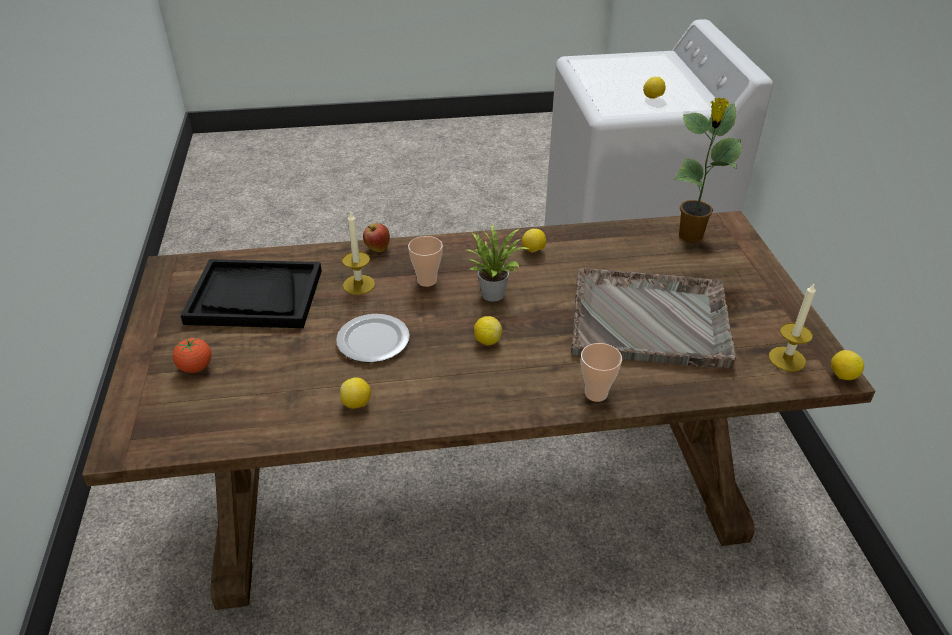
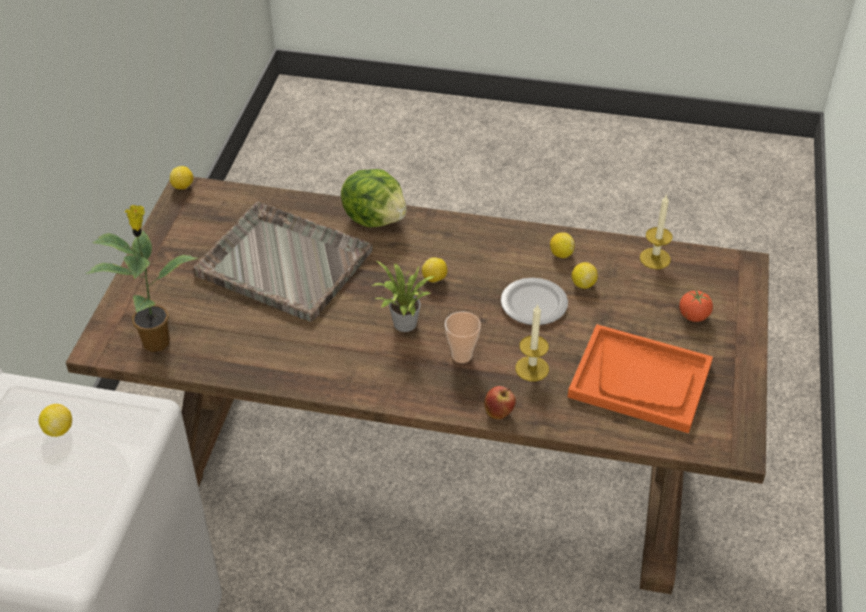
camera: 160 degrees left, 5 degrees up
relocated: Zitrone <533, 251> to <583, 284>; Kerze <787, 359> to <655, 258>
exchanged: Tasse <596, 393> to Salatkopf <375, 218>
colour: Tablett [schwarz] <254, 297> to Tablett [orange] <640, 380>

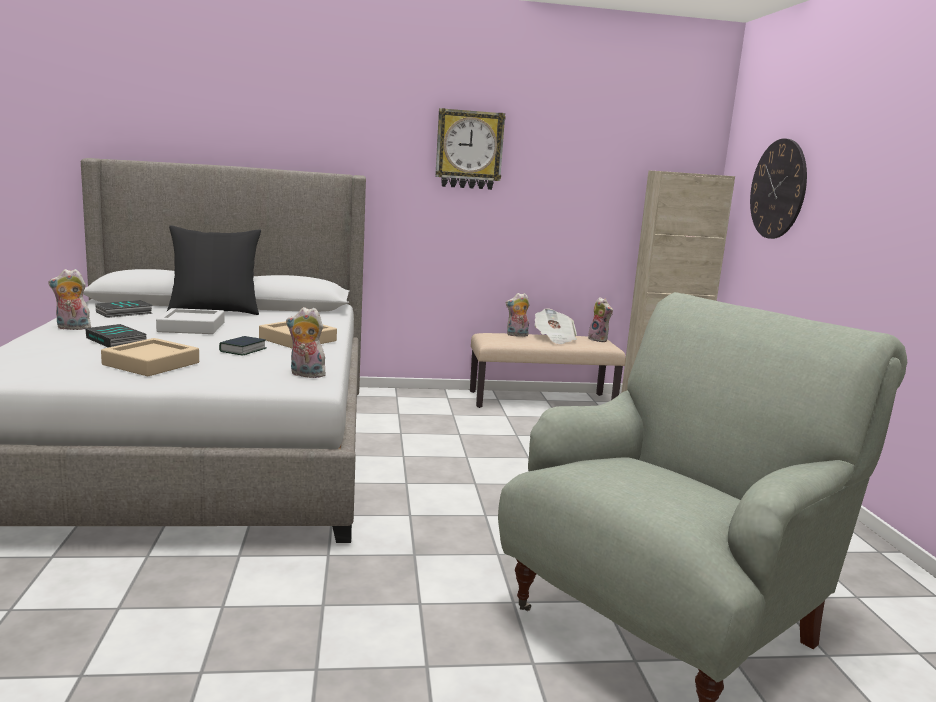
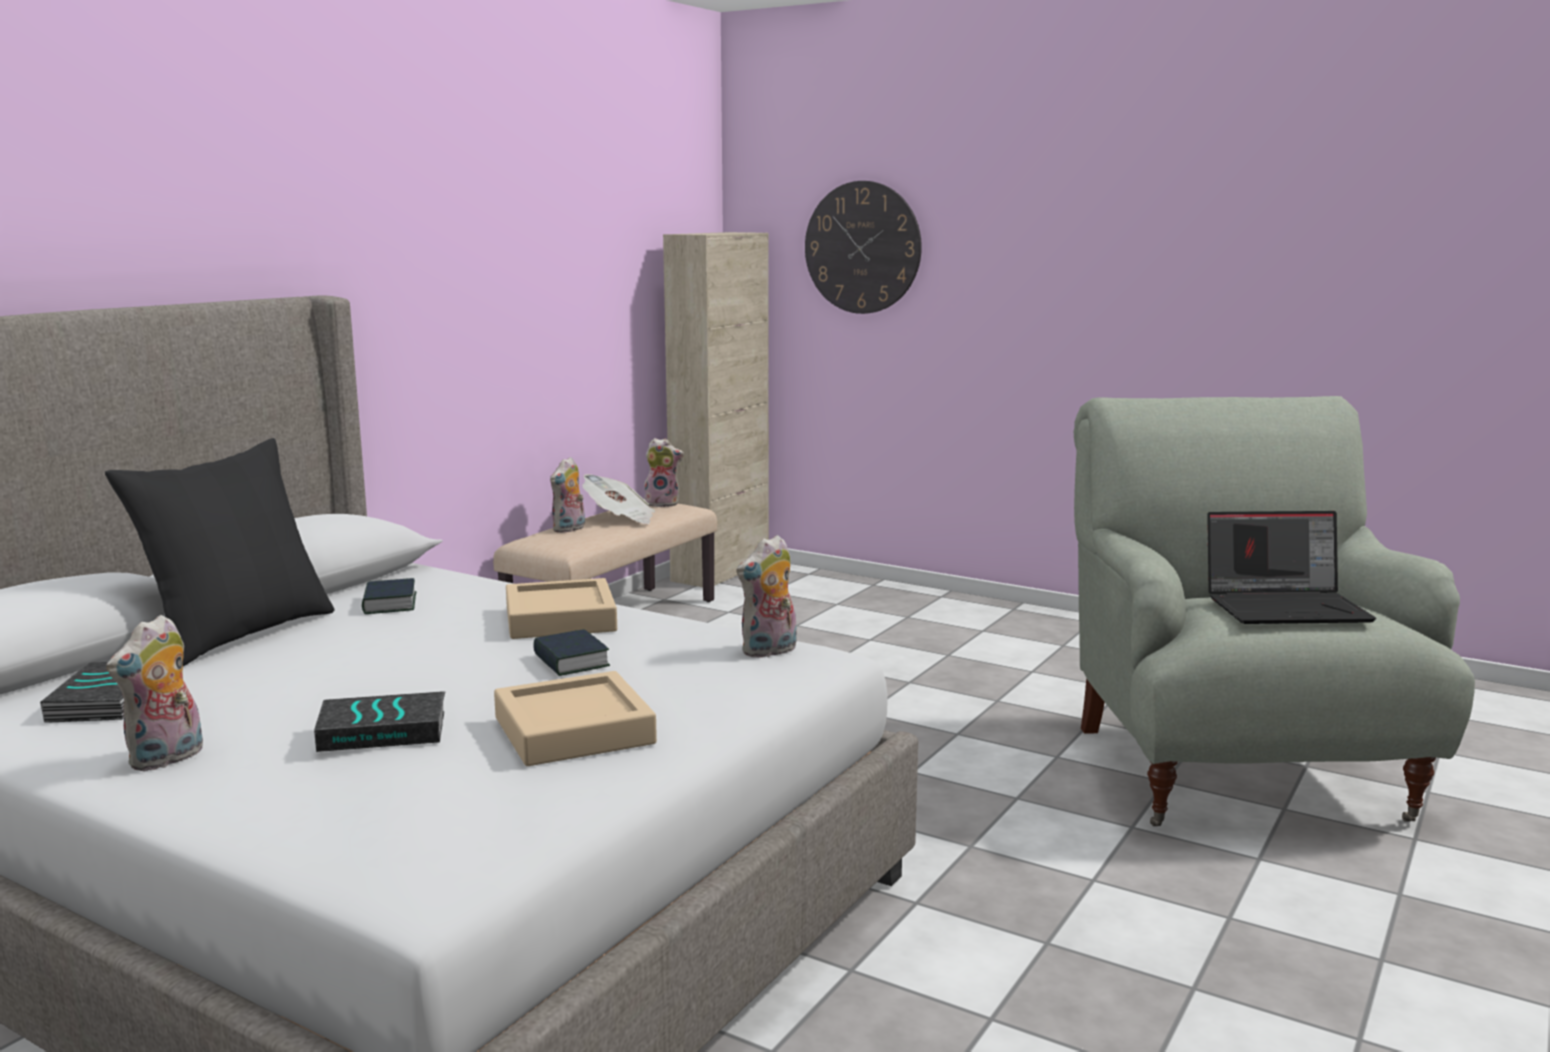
camera: 50 degrees left, 0 degrees up
missing: Wanduhr <469, 150>; Tablett [grau] <191, 327>
appeared: Laptop <1286, 607>; Buch <389, 604>

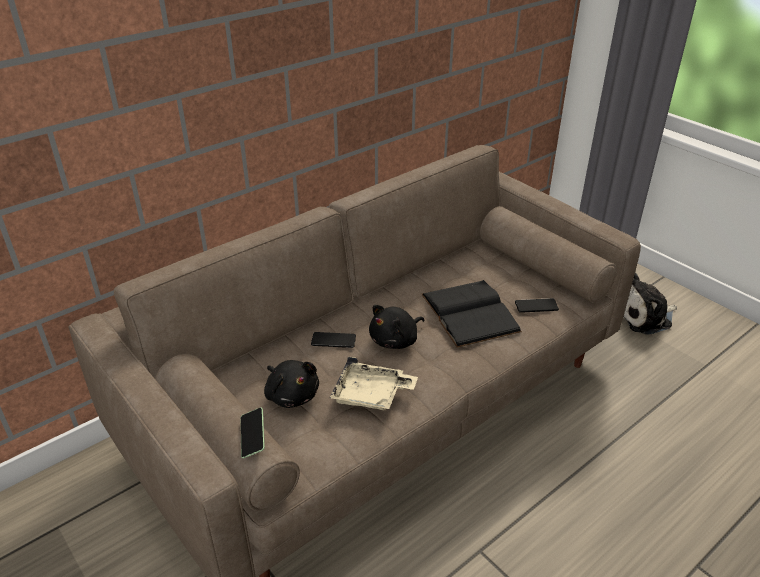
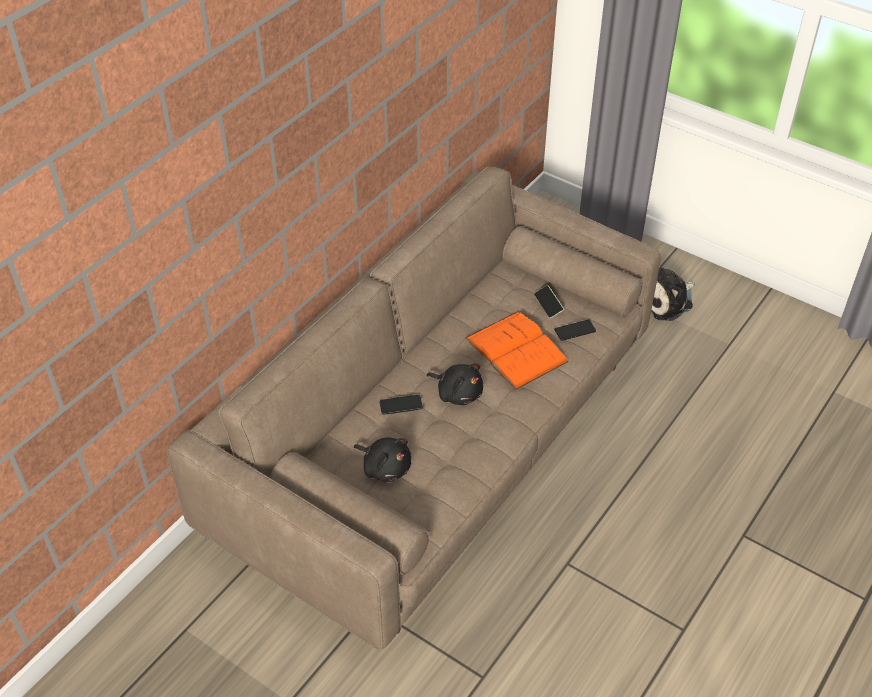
camera: 15 degrees left, 10 degrees up
missing: Tablett [beige] <371, 395>
relocated: Handy <253, 437> to <548, 305>
colour: Buch [schwarz] <469, 312> to Buch [orange] <516, 350>
spun: Plüschtier [schwarz] <396, 340> = <458, 393> 90 degrees counterclockwise

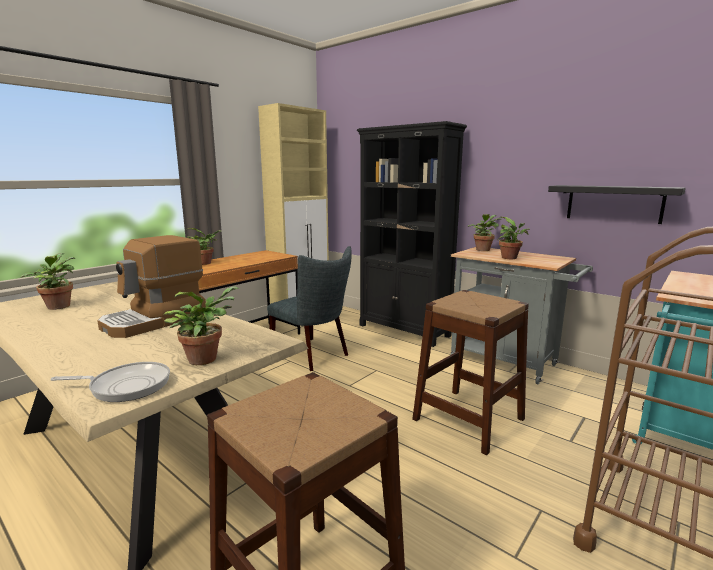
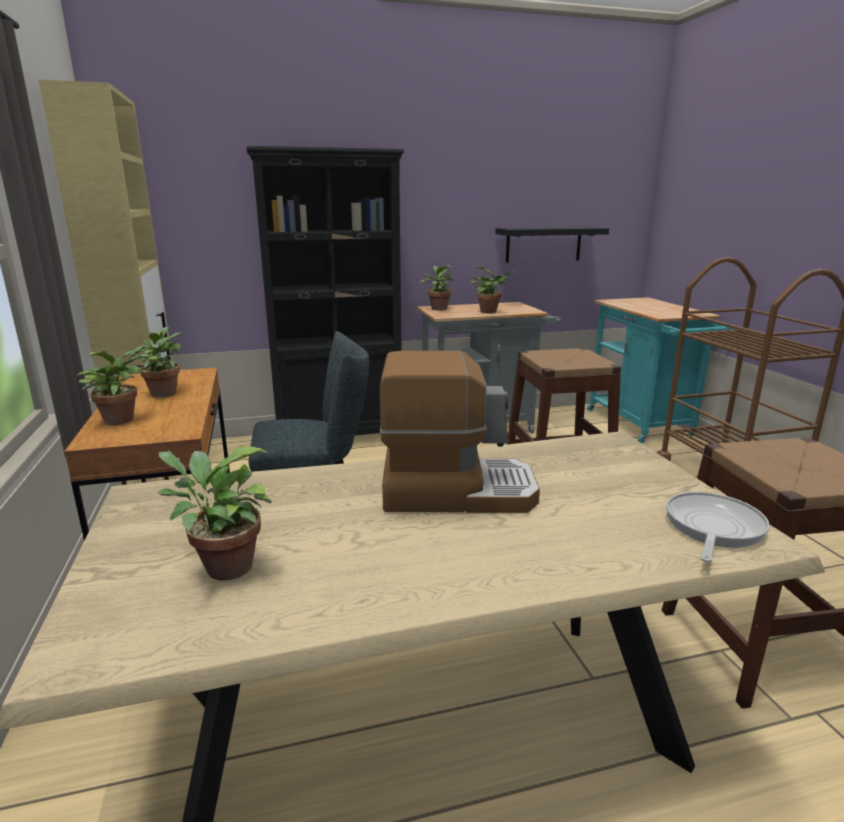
camera: 55 degrees left, 5 degrees up
relocated: Topfpflanze <205, 358> to <163, 393>
spun: Kaffeemaschine <155, 321> = <456, 490> 75 degrees counterclockwise

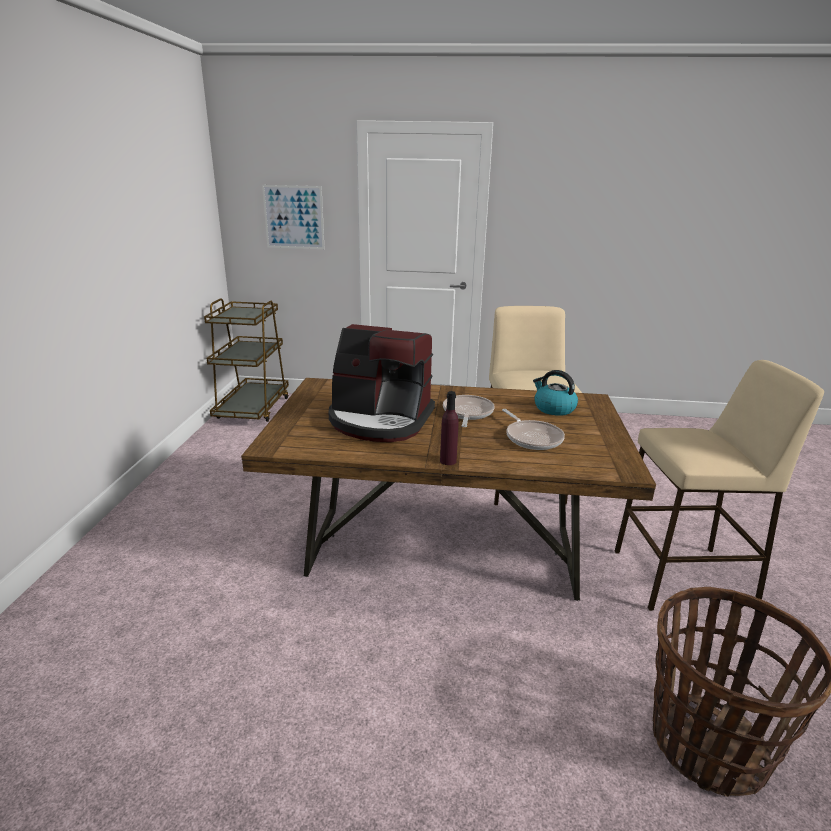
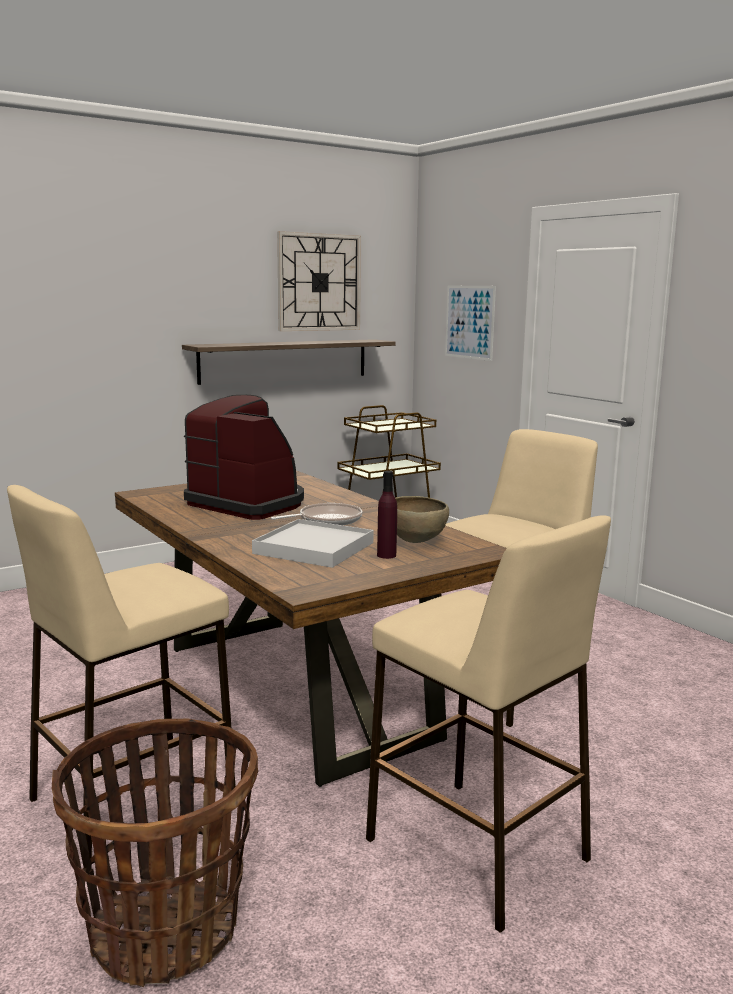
camera: 50 degrees right, 10 degrees down
appeared: Wanduhr <319, 282>; Wandregal <285, 360>; Hocker [beige] <131, 798>
relocated: Flasche [lila] <448, 461> to <386, 555>
exchanged: Wasserkessel <553, 408> to Schüssel [braun] <415, 542>; Pfanne <532, 438> to Tablett [weiß] <314, 548>
spun: Kaffeemaschine <380, 420> = <248, 503> 150 degrees clockwise

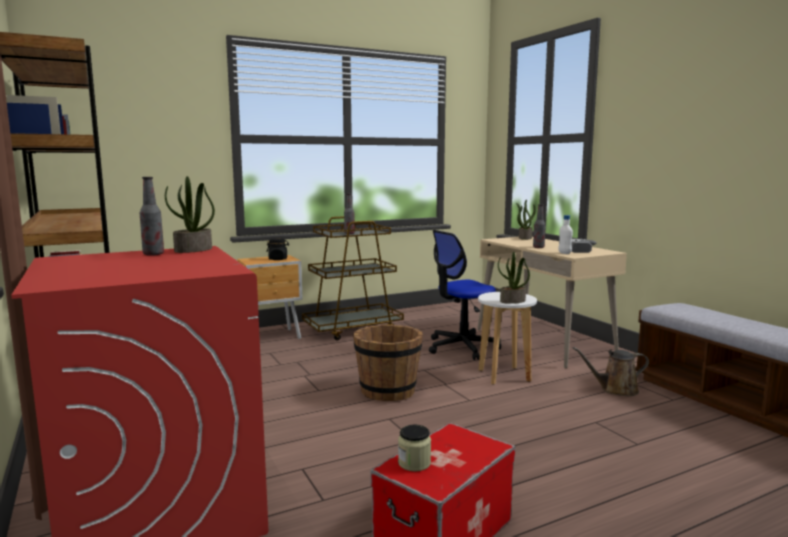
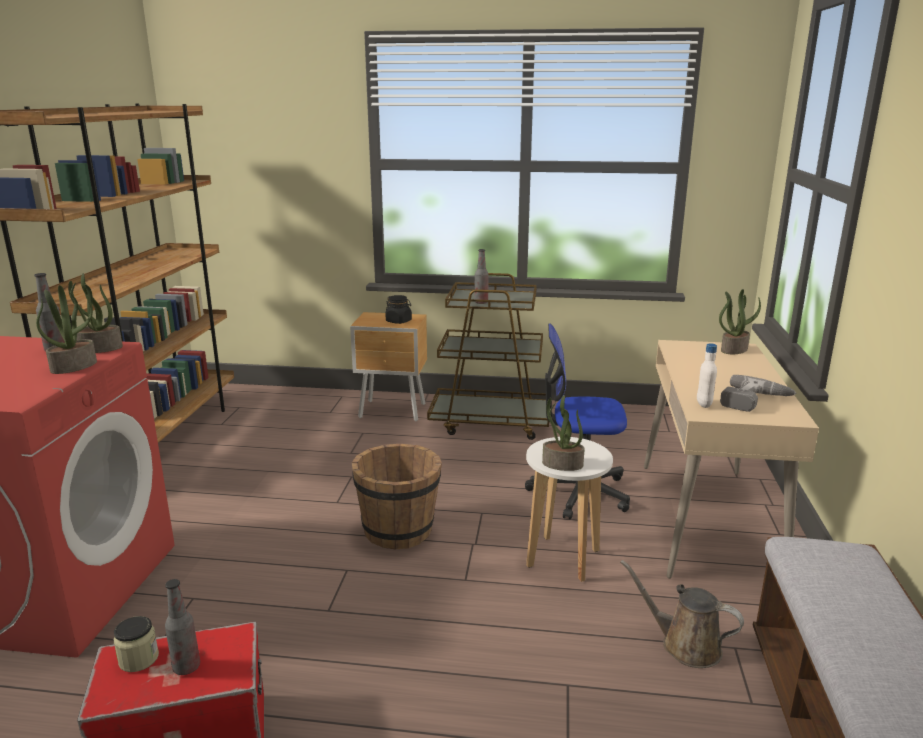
camera: 35 degrees right, 10 degrees up
appeared: Topfpflanze <74, 366>
relocated: Flasche <538, 247> to <186, 667>

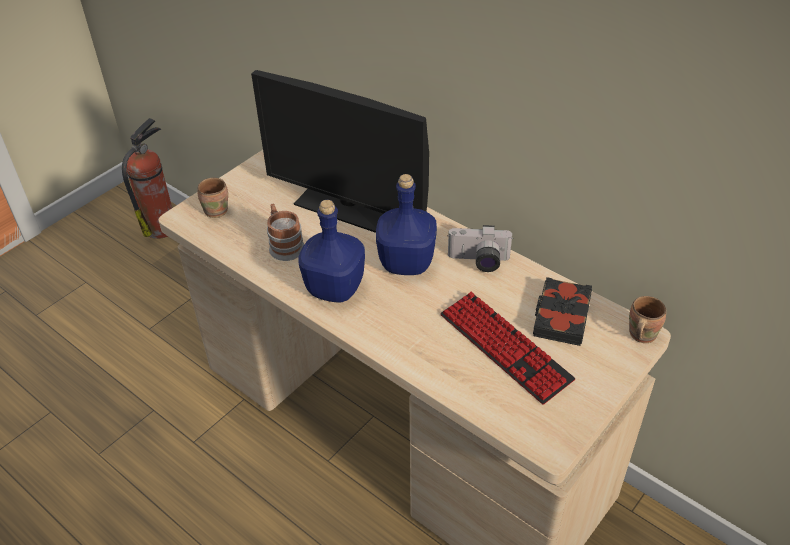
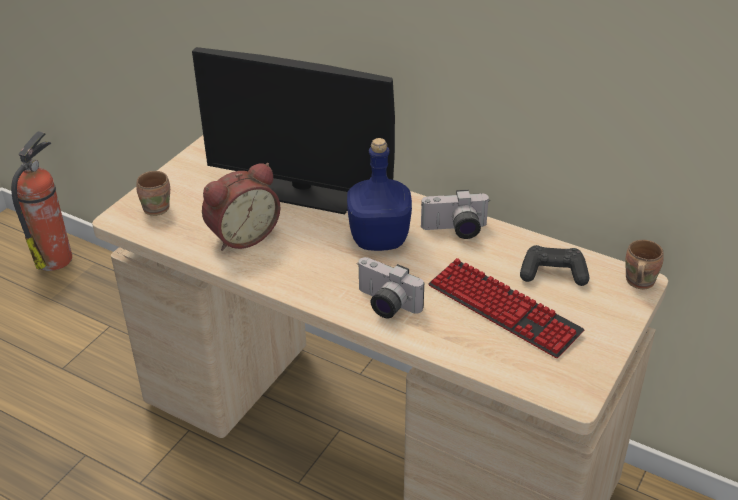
camera: 10 degrees left, 5 degrees down
missing: Flasche [blau] <333, 288>
appeared: Kamera <385, 304>
exchanged: Henkelbecher <284, 245> to Wecker <242, 235>; Buch [schwarz] <560, 316> to Gamepad [schwarz] <553, 273>

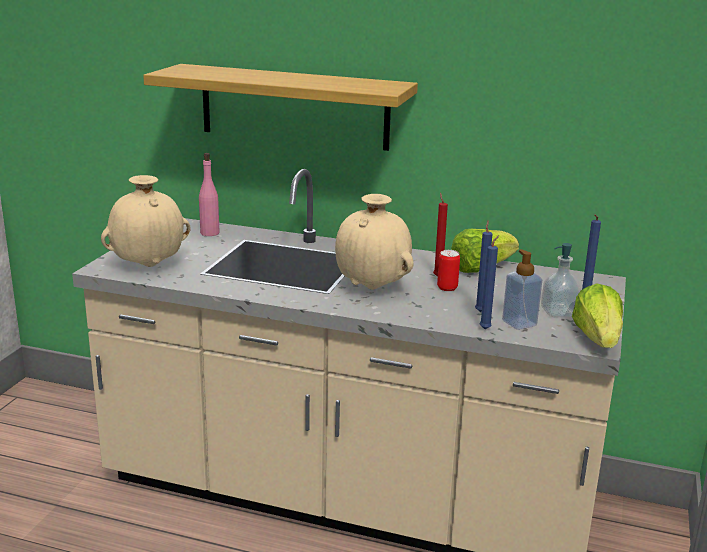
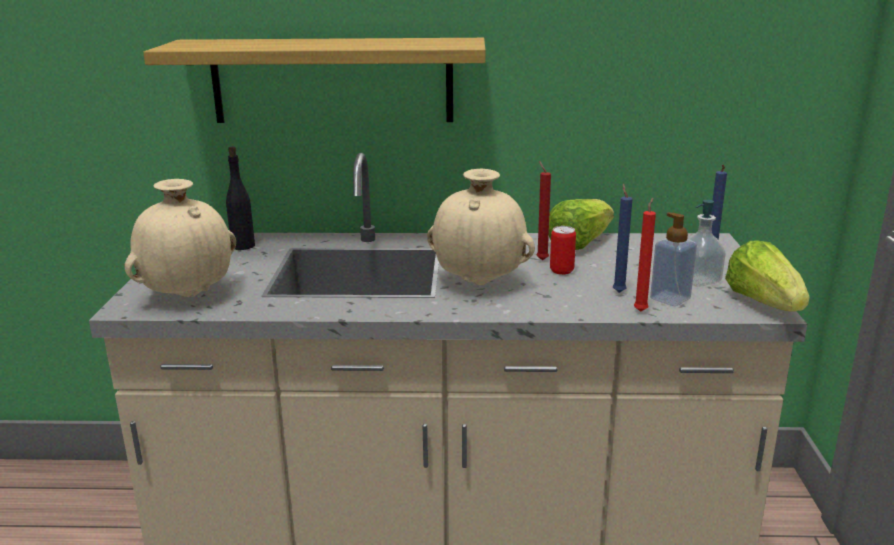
camera: 15 degrees left, 0 degrees up
colour: Flasche [rosa] <209, 233> to Flasche [schwarz] <243, 246>; Kerze [blau] <486, 328> to Kerze [rot] <641, 310>

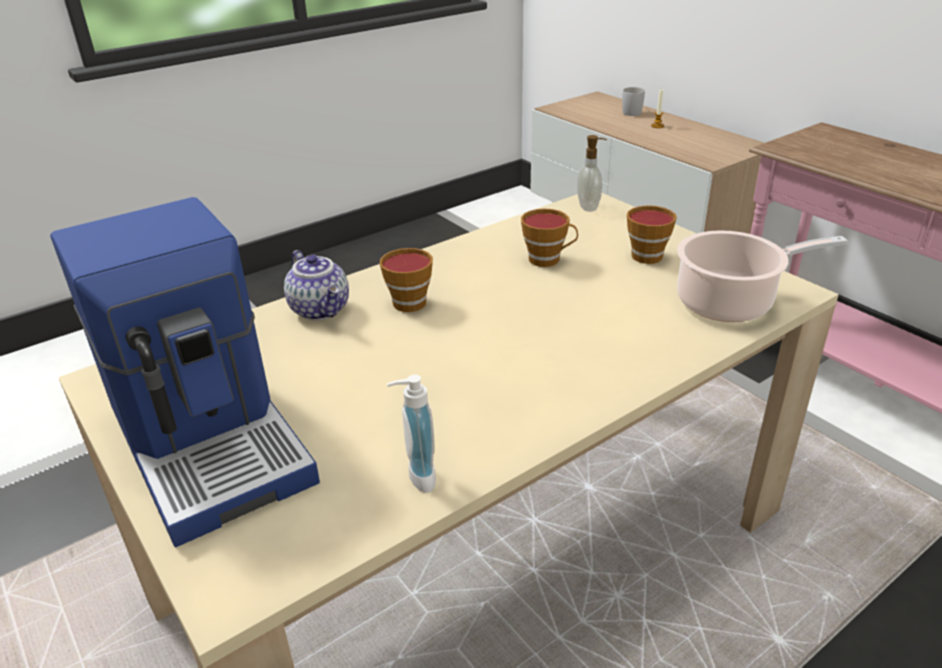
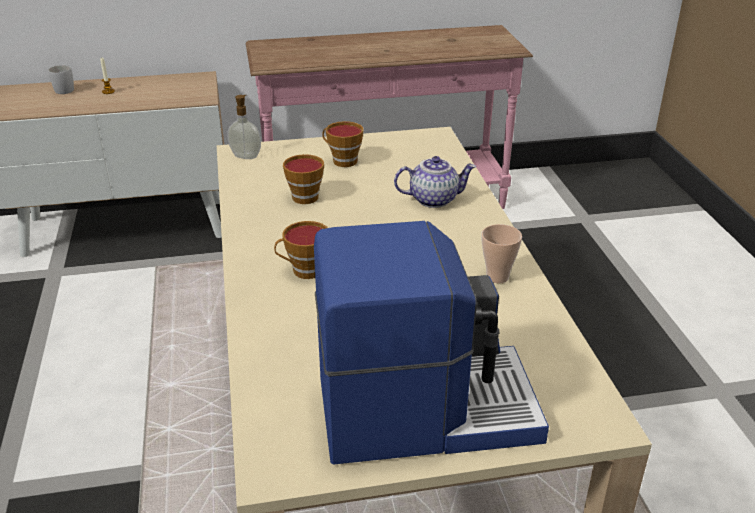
camera: 65 degrees left, 0 degrees up
missing: Kochtopf <730, 302>; Seifenspender <416, 477>
appeared: Tasse <497, 277>
relocated: Teekanne <321, 309> to <434, 199>

